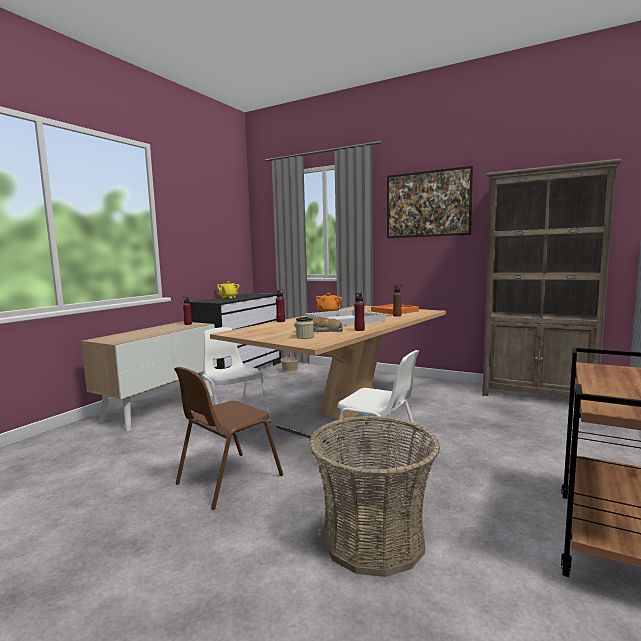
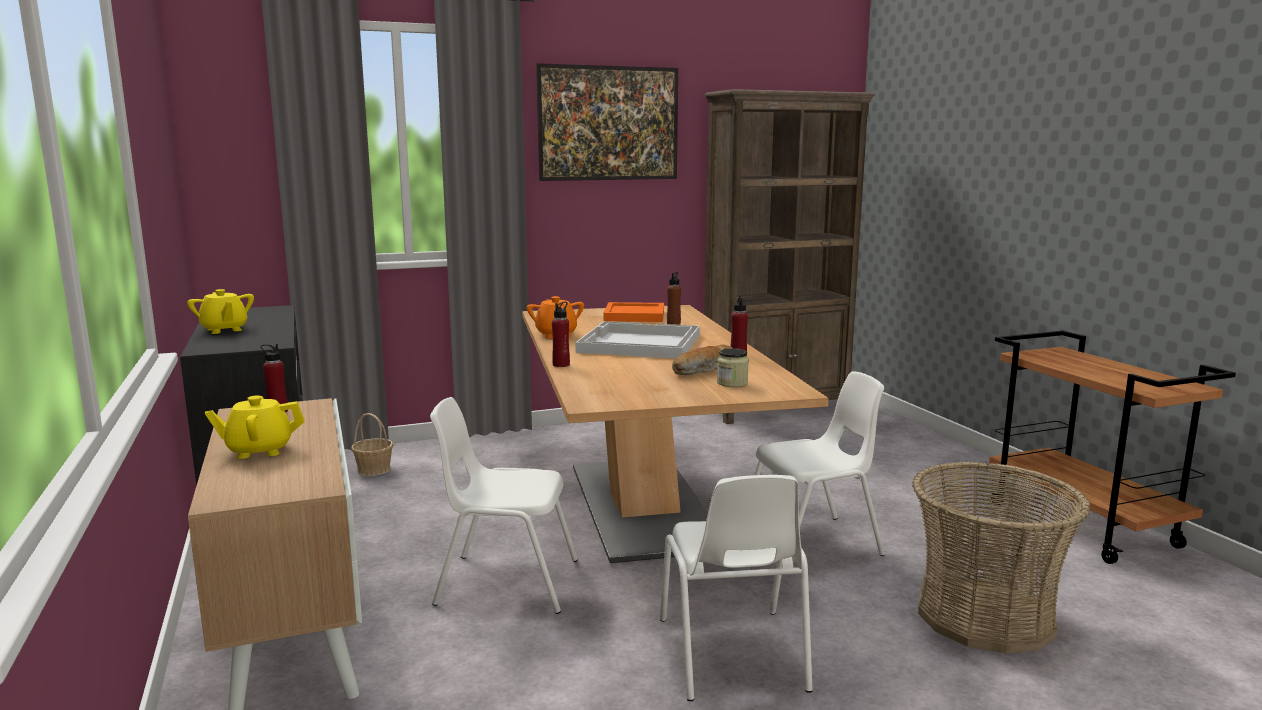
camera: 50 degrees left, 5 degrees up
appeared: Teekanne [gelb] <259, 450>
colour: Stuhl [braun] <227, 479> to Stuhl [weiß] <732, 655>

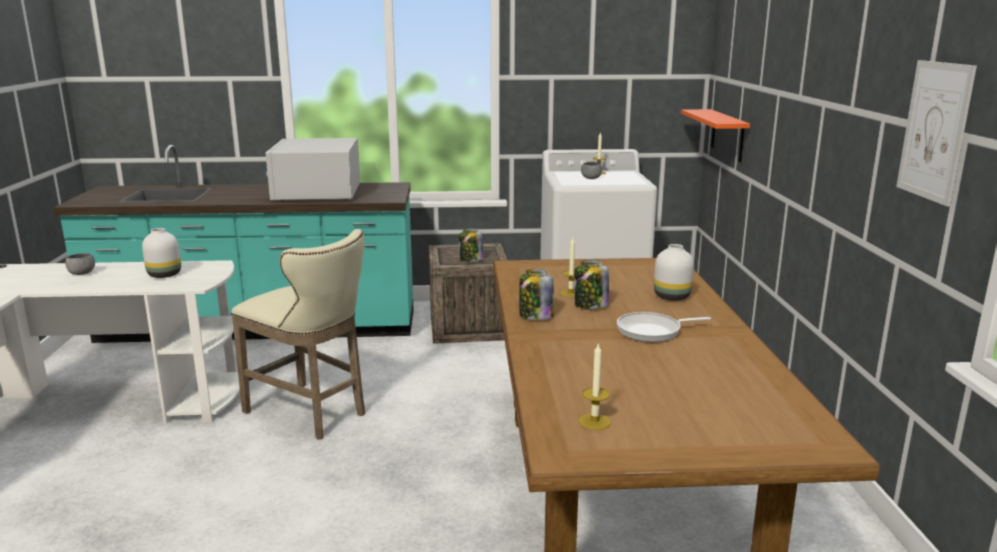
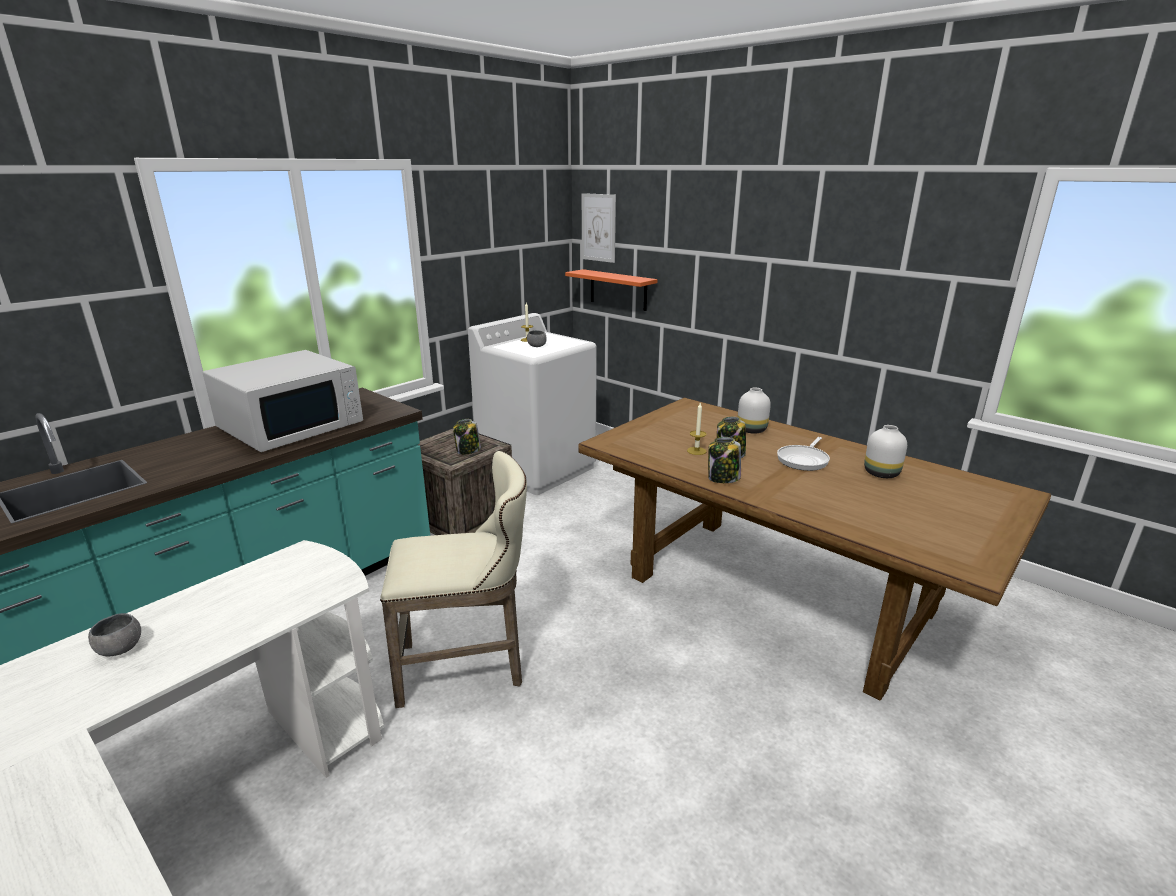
camera: 45 degrees left, 5 degrees up
missing: Kerze <594, 421>
relocated: Bild <934, 131> to <598, 228>; Vase [weiß] <163, 275> to <881, 474>
spun: Mikrowelle [weiß] <317, 192> = <292, 425> 90 degrees counterclockwise

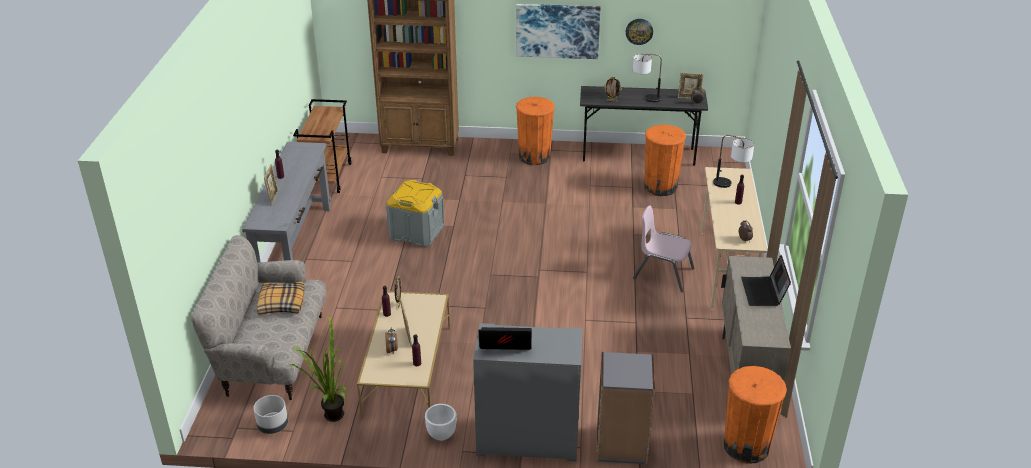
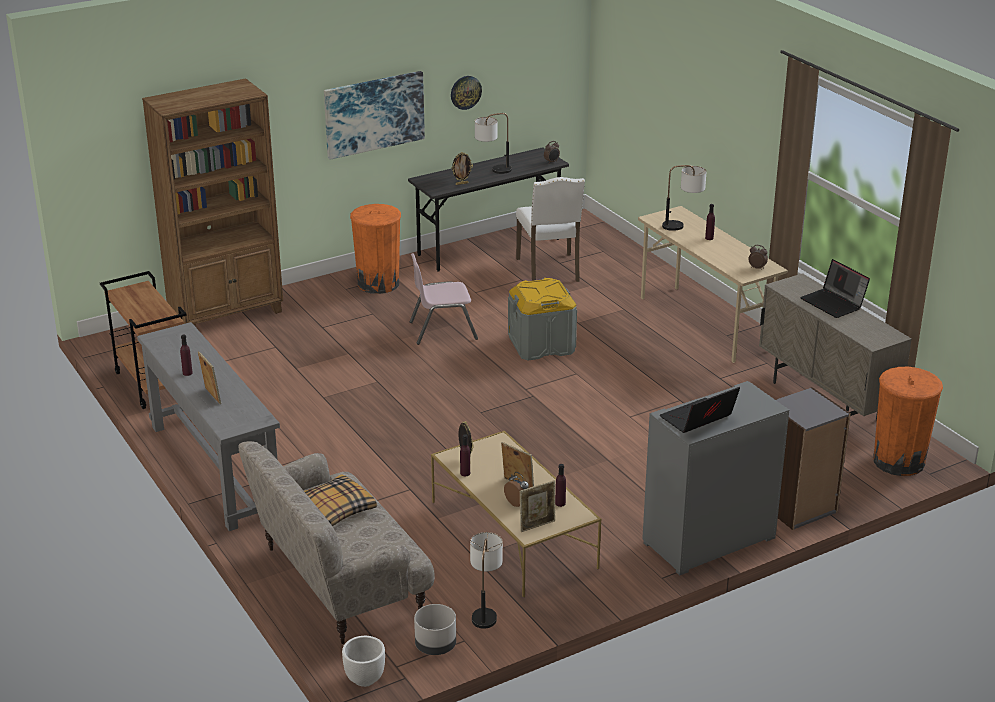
camera: 35 degrees left, 5 degrees down
relocated: Bilderrahmen <689, 98> to <537, 525>; Aufbewahrungsbox [grau] <417, 232> to <541, 345>; Stuhl [rosa] <663, 274> to <442, 330>; Pflanzkübel [weiß] <441, 434> to <364, 679>
exchanged: Mülleimer [orange] <660, 187> to Stuhl [weiß] <550, 270>; Topfpflanze <329, 416> to Tischlampe <485, 610>

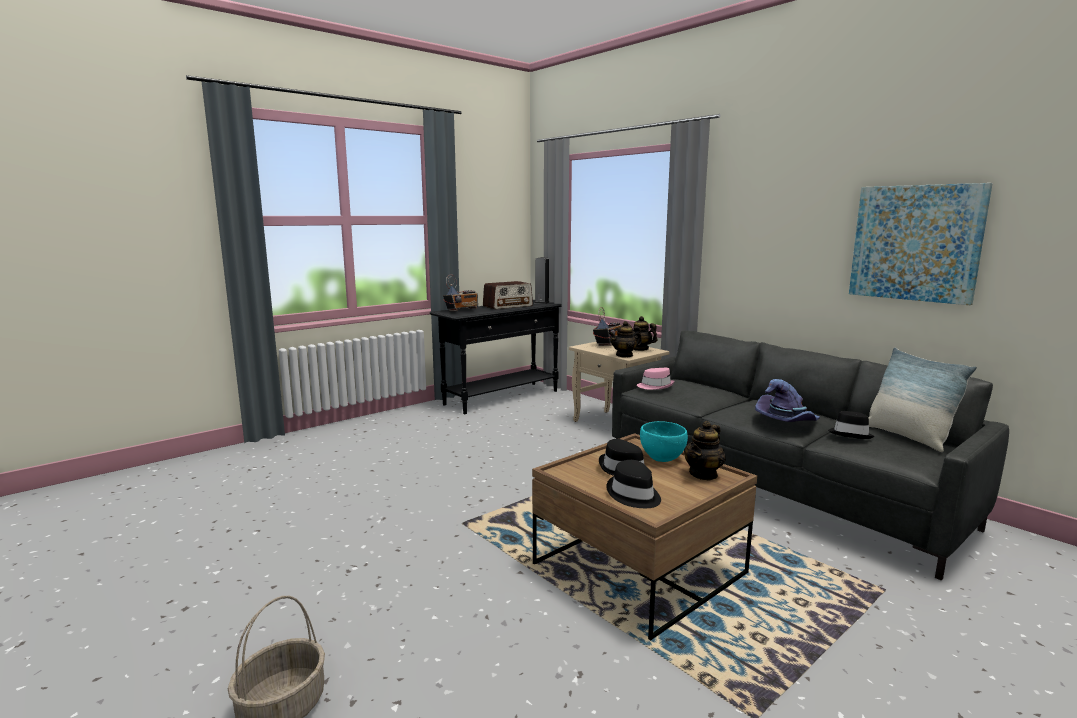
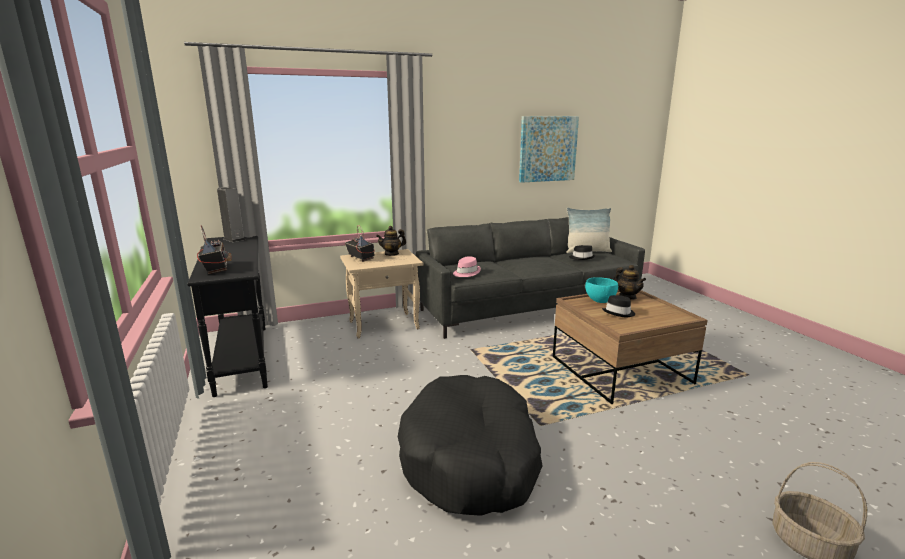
camera: 70 degrees left, 5 degrees up
missing: Radio <508, 306>; Teekanne <624, 355>; Hut [lila] <786, 422>; Hut [schwarz] <633, 495>
appeared: Hundebett [schwarz] <470, 458>

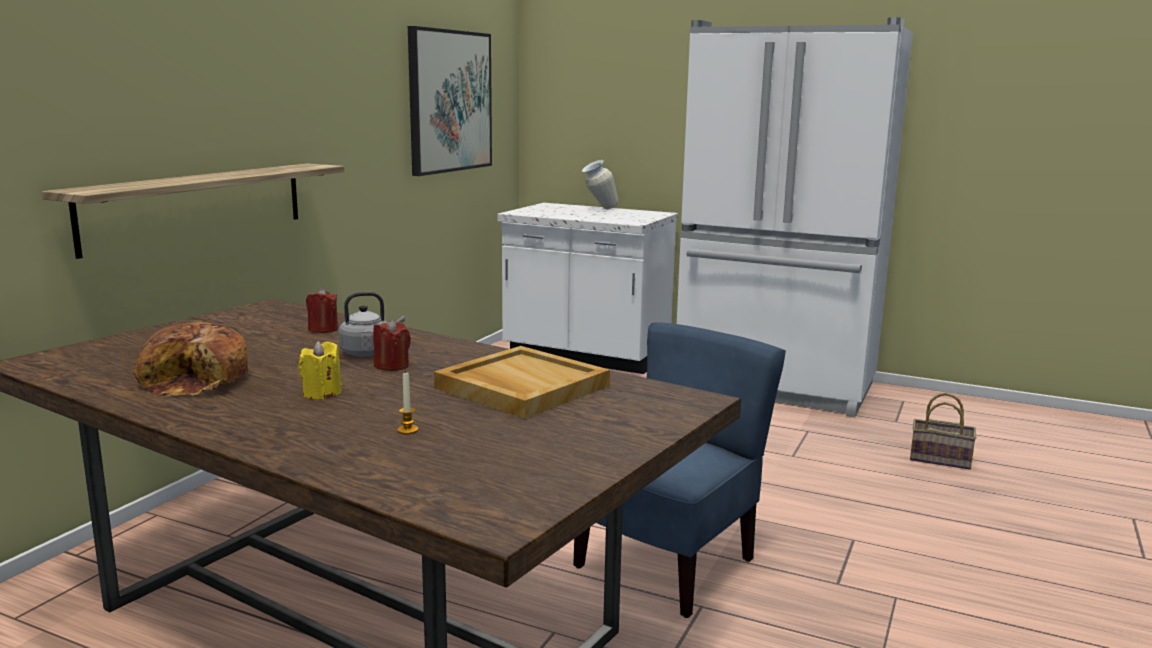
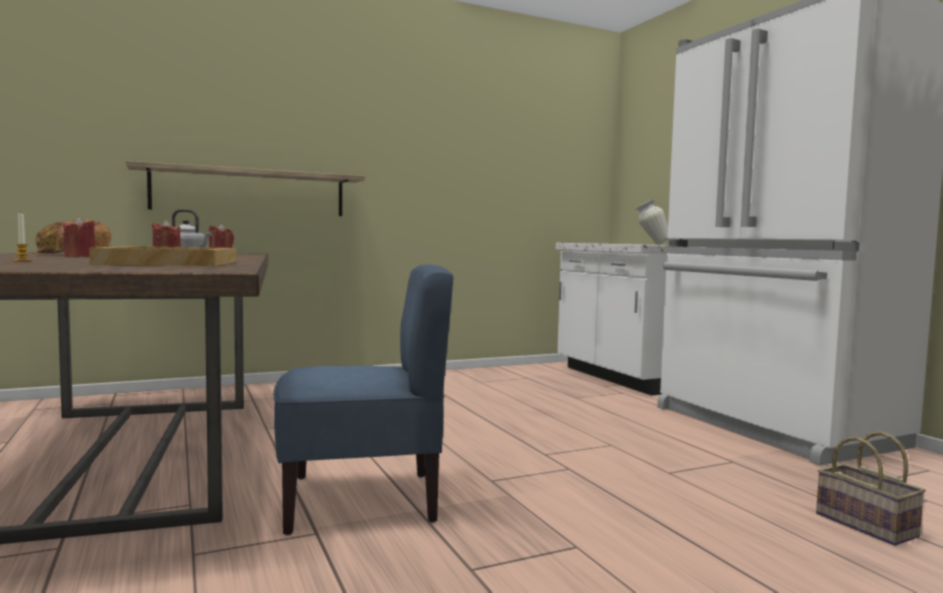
camera: 40 degrees right, 10 degrees down
missing: Bild <450, 101>
colour: Kerze [gelb] <322, 393> to Kerze [rot] <80, 257>

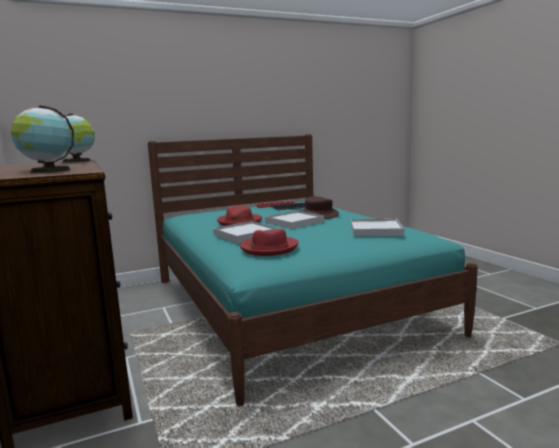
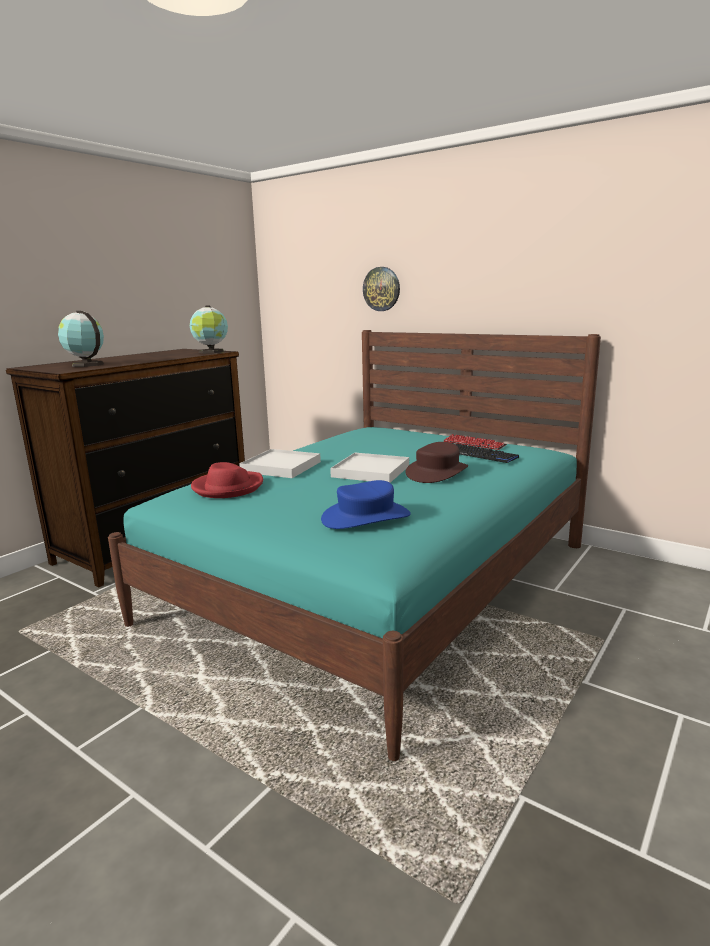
camera: 60 degrees right, 5 degrees up
missing: Hut [rot] <240, 222>
appeared: Wanduhr <381, 289>
exchanged: Tablett [weiß] <376, 230> to Hut [blau] <366, 517>

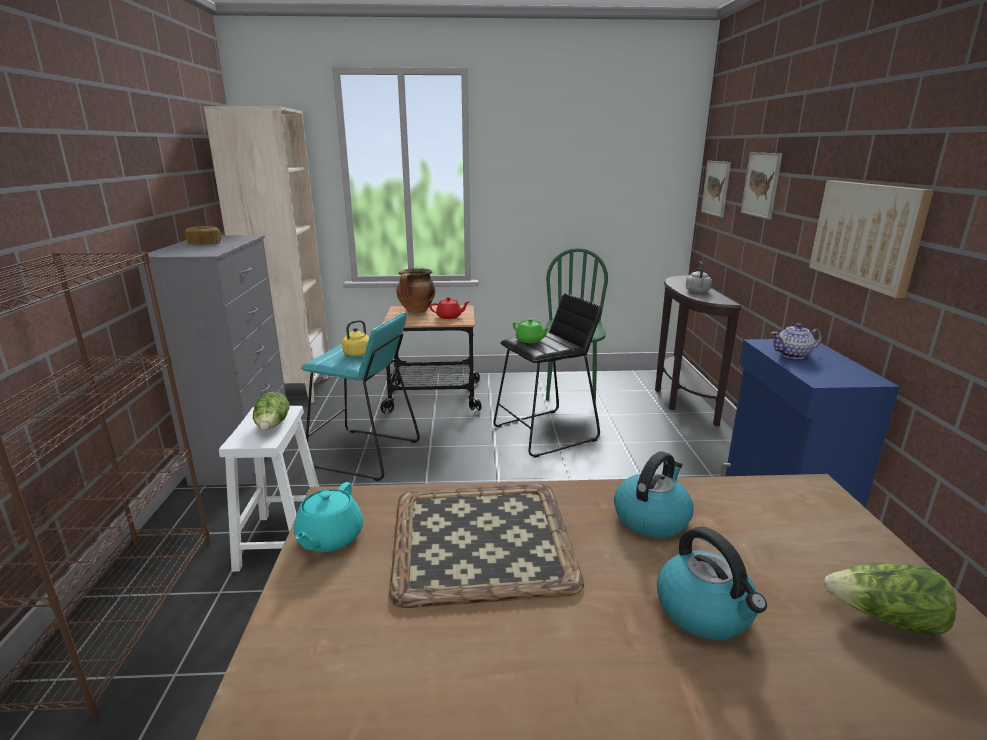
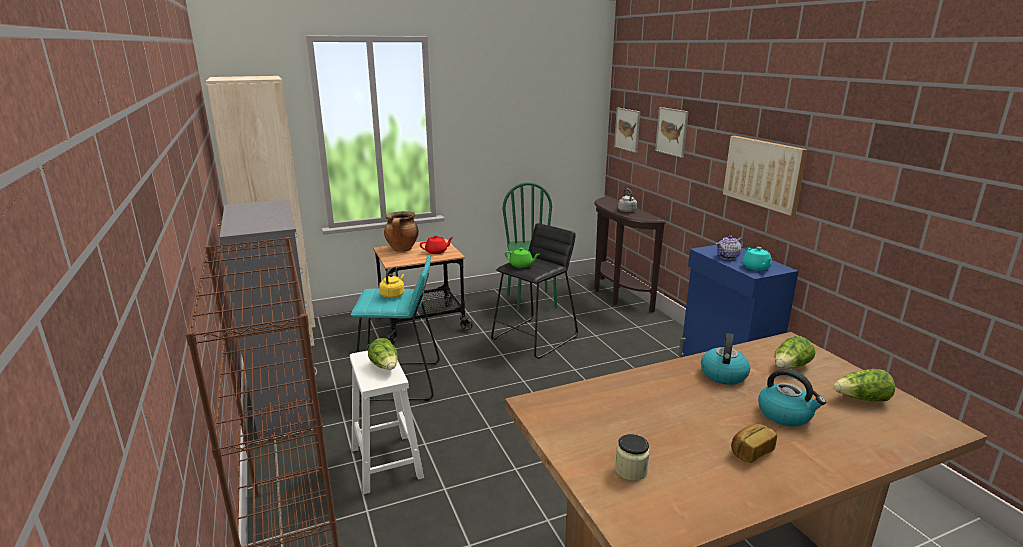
camera: 20 degrees left, 0 degrees up
missing: Tablett <483, 541>
appeared: Salatkopf <790, 367>; Vorratsglas <631, 470>
relocated: Brot <204, 244> to <750, 451>; Teekanne [türkis] <329, 538> to <756, 267>

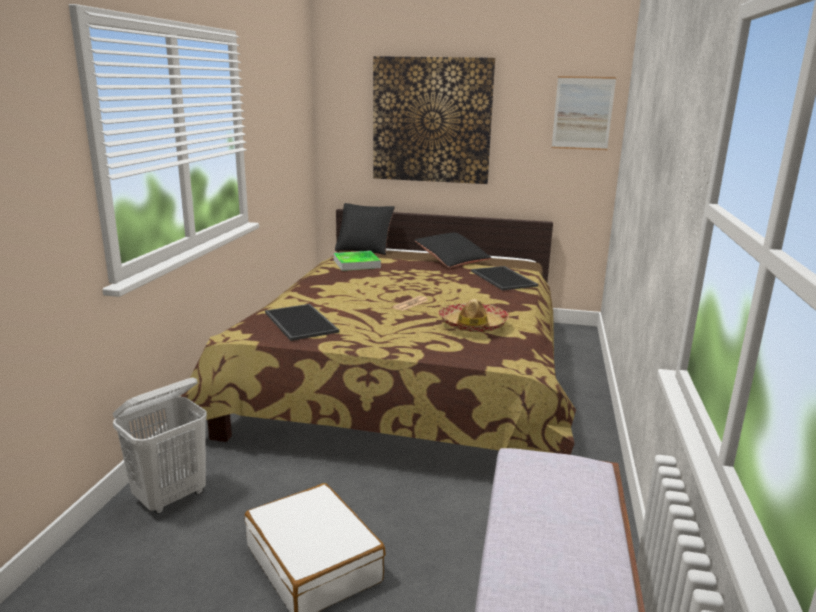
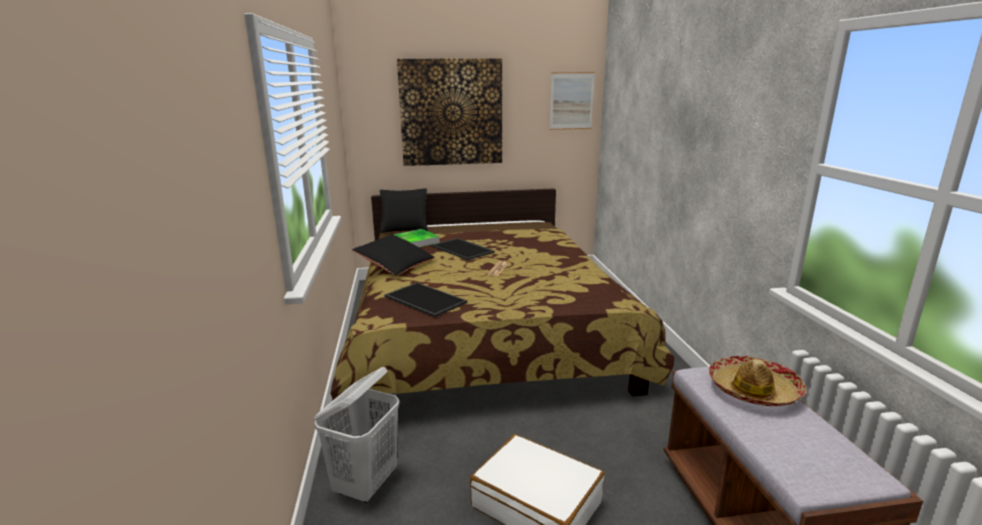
camera: 20 degrees left, 0 degrees up
relocated: Kissen [schwarz] <452, 260> to <395, 265>; Tablett <504, 278> to <463, 249>; Hut <473, 325> to <753, 390>

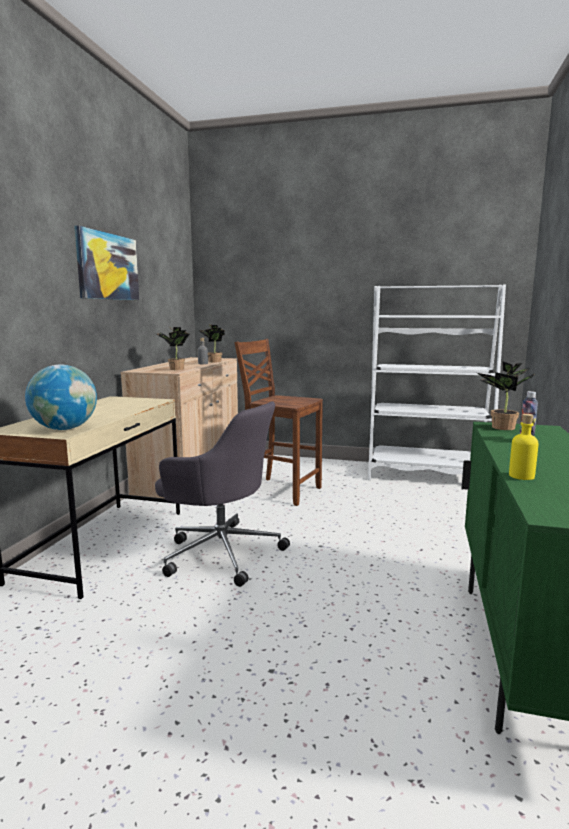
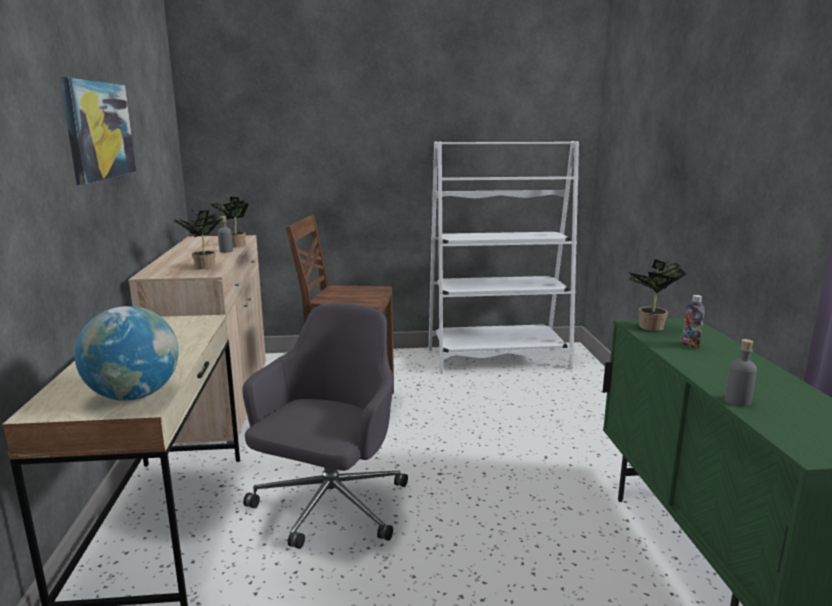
camera: 20 degrees left, 5 degrees up
colour: Flasche [gelb] <521, 476> to Flasche [grau] <737, 401>
spun: Bürostuhl [grau] <221, 552> = <329, 506> 75 degrees counterclockwise

